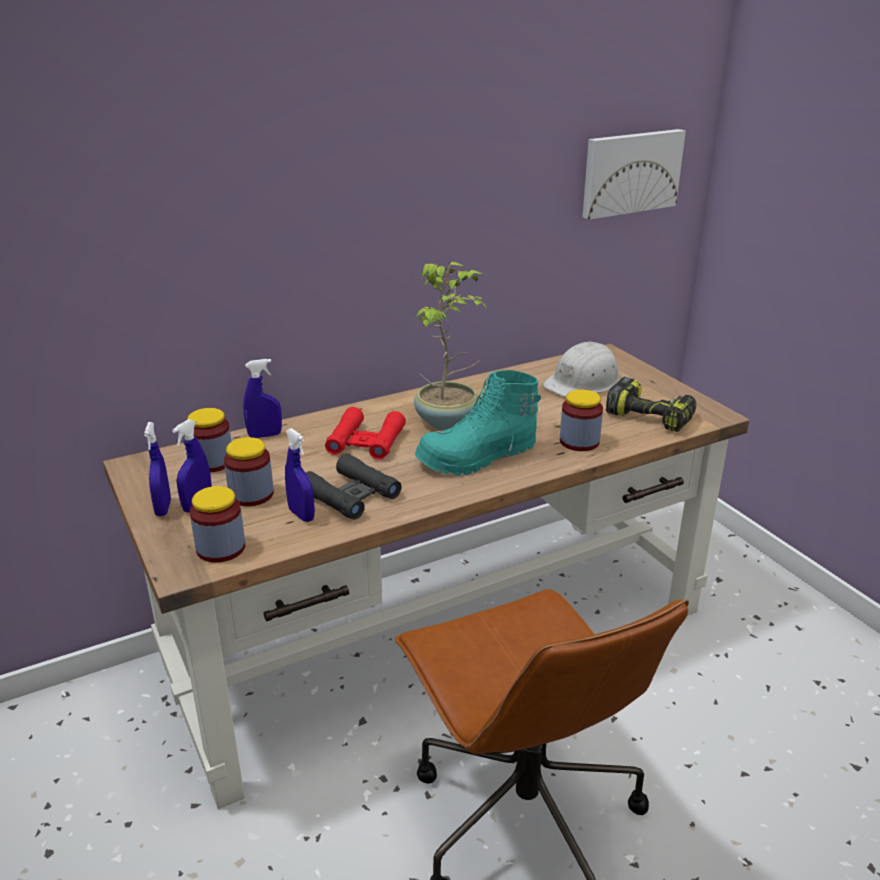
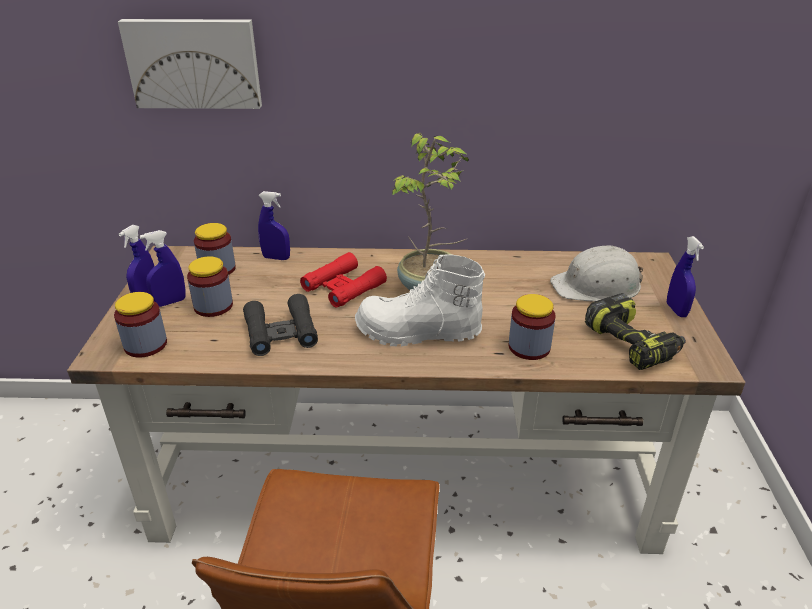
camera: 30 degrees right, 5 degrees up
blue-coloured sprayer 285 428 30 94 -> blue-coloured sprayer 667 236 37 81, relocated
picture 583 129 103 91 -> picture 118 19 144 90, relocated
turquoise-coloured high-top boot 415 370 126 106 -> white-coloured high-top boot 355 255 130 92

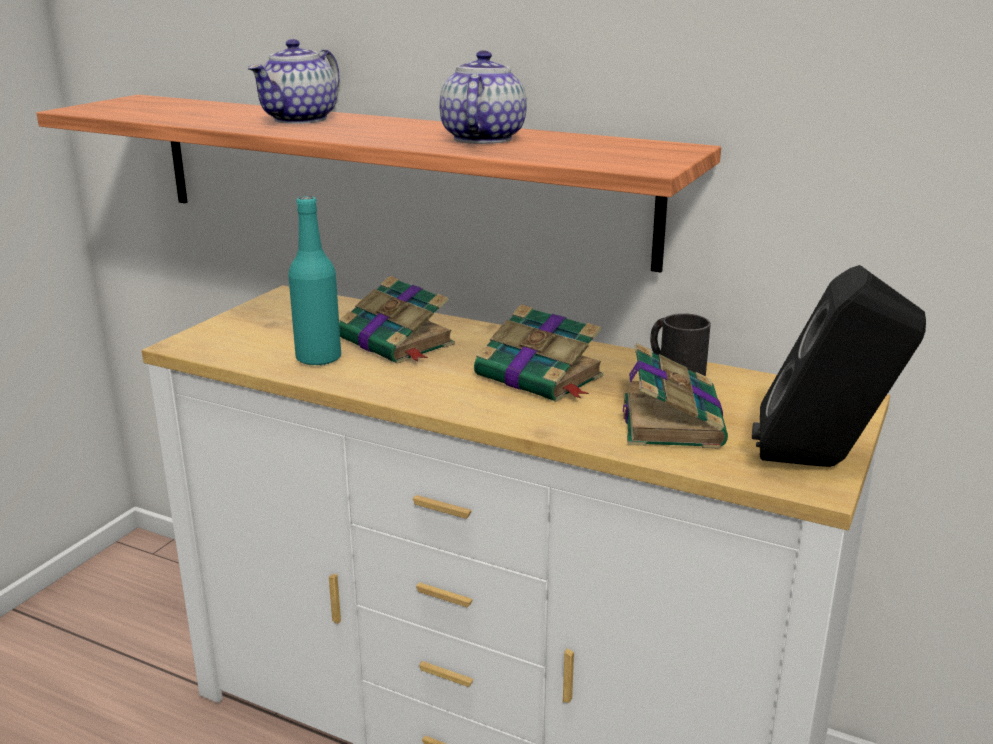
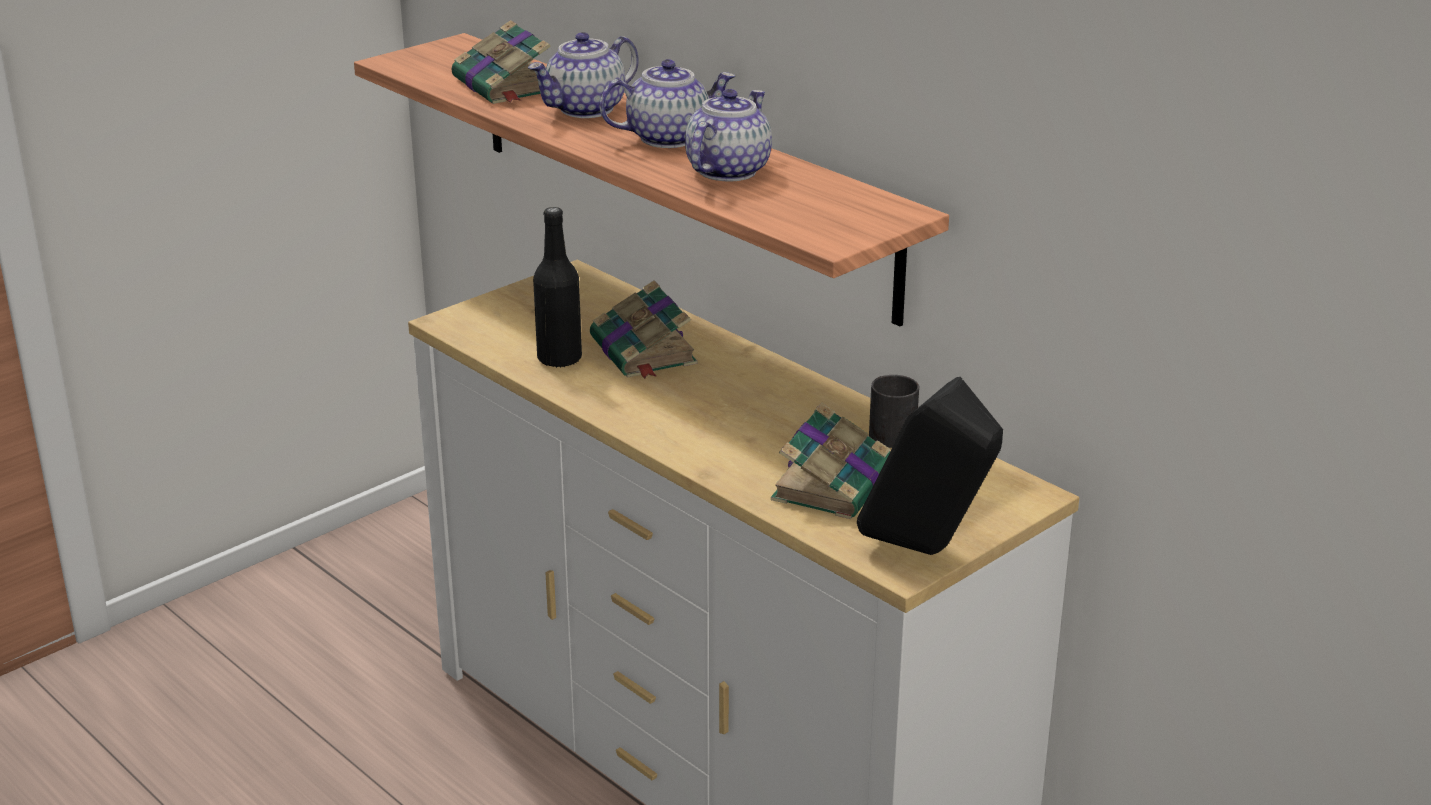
camera: 20 degrees right, 5 degrees up
none -> tea pot 600 59 135 89
volume 474 304 129 98 -> volume 452 20 99 84, relocated
turquoise-coloured bottle 288 196 53 170 -> black bottle 533 207 49 161

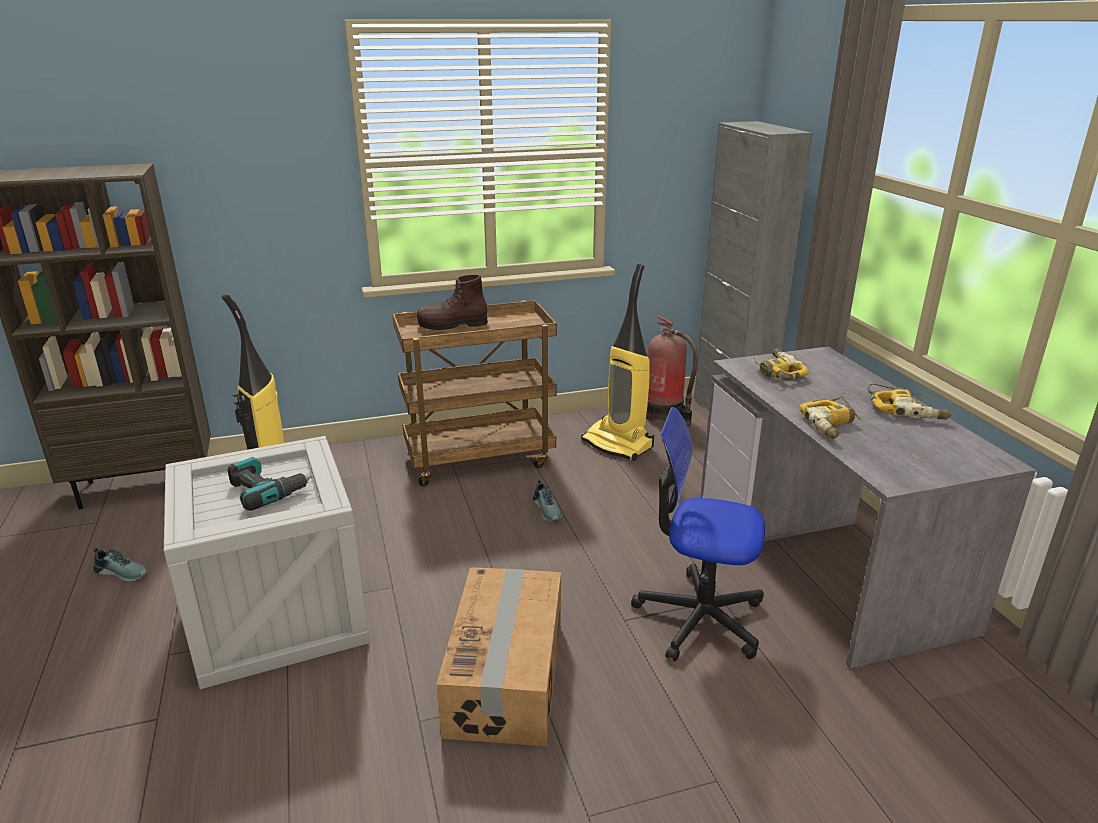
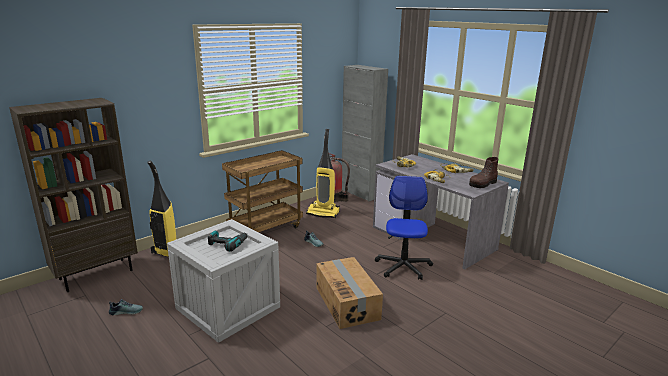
camera: 25 degrees left, 5 degrees down
brown-coloured high-top boot 417 275 71 55 -> brown-coloured high-top boot 469 157 29 31, relocated
office chair 631 407 134 254 -> office chair 375 176 58 104, 105 degrees clockwise

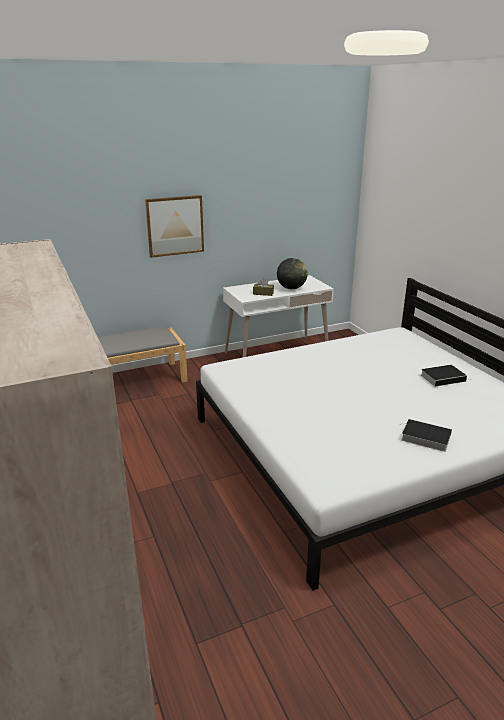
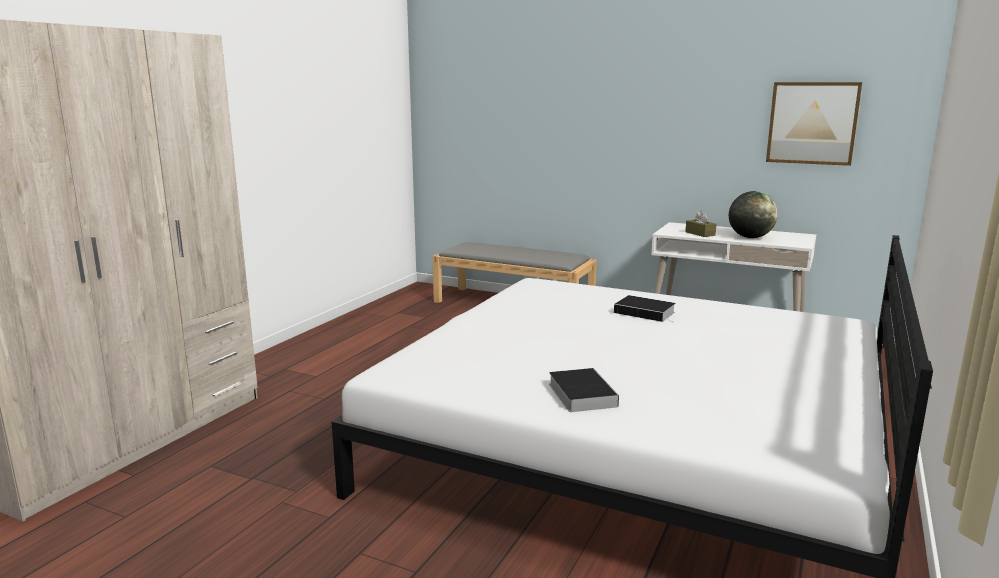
camera: 50 degrees right, 10 degrees down
picture 145 195 59 63 -> picture 766 82 96 84, relocated
volume 421 365 49 22 -> volume 614 295 62 28, relocated

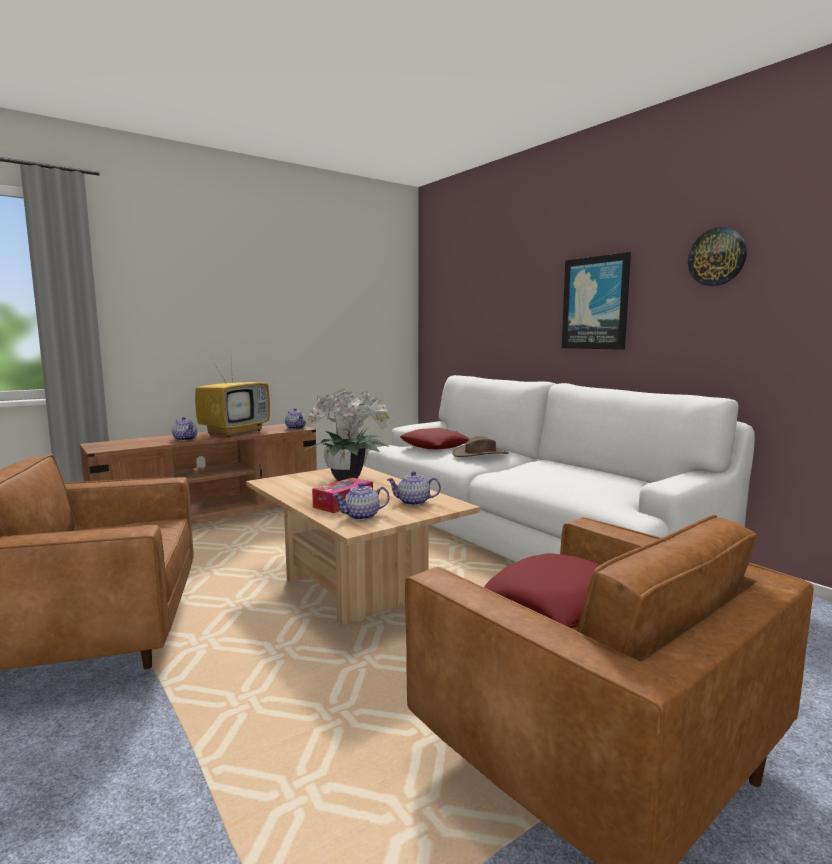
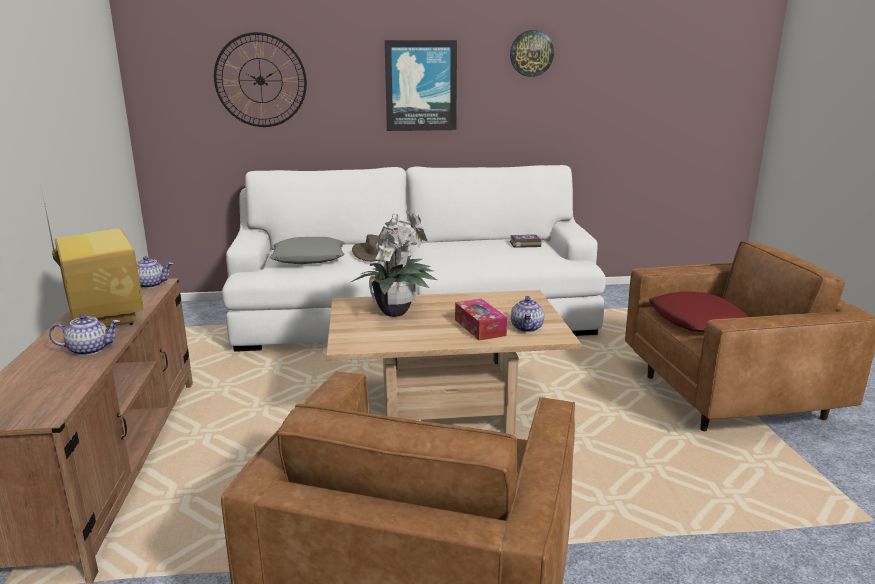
camera: 60 degrees left, 10 degrees up
tea pot 387 471 54 35 -> none
none -> hanging clock 214 32 93 95
none -> volume 510 235 31 13
reddish cushion 400 428 70 21 -> greyish cushion 270 237 75 27

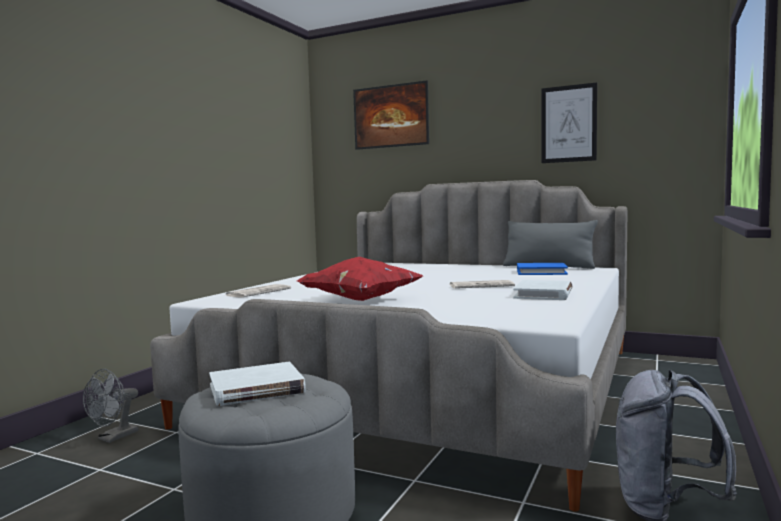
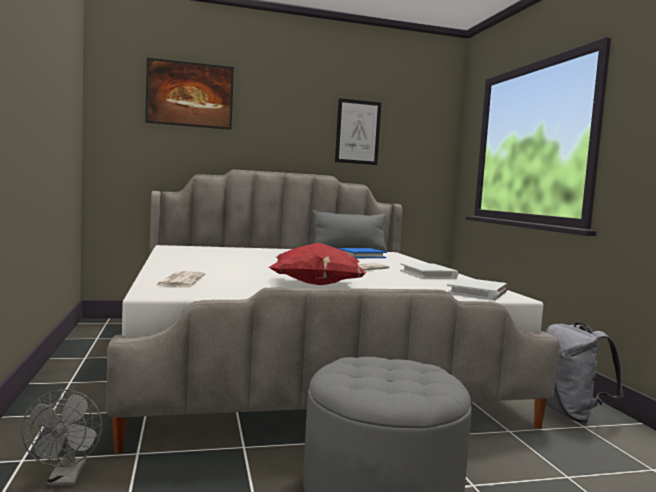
camera: 40 degrees left, 0 degrees up
white-coloured volume 209 362 97 44 -> white-coloured volume 447 277 61 23, relocated

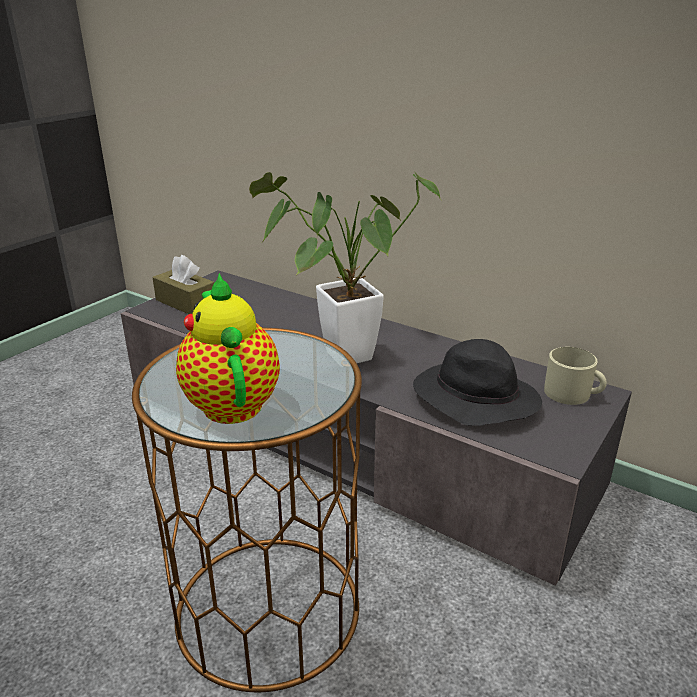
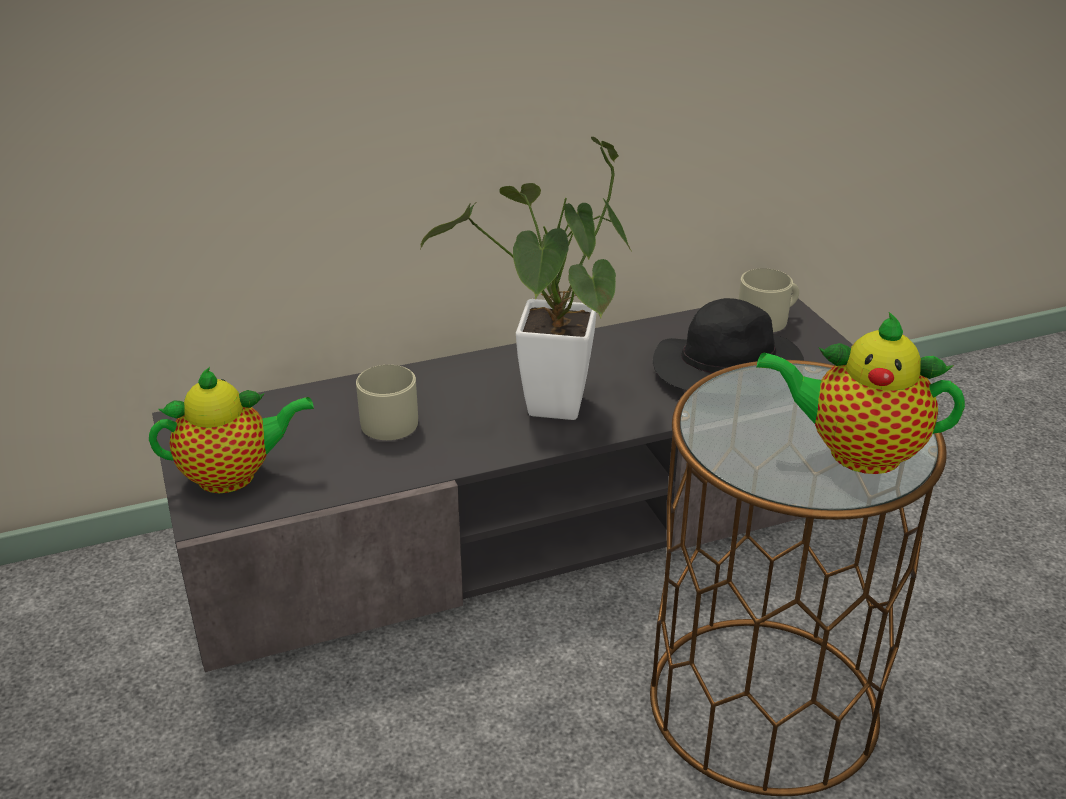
camera: 55 degrees left, 5 degrees up
none -> beige tea mug 356 365 62 75
brown-coloured tissue box 152 255 63 59 -> tea pot 149 367 165 126

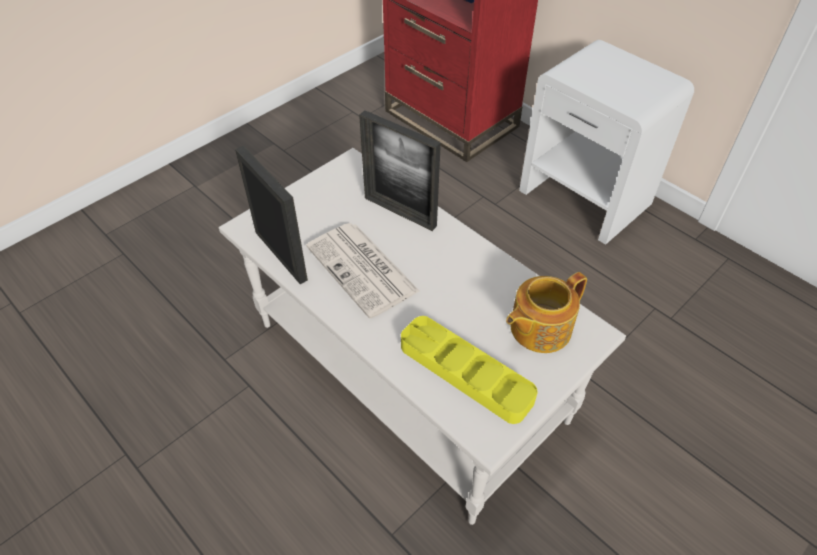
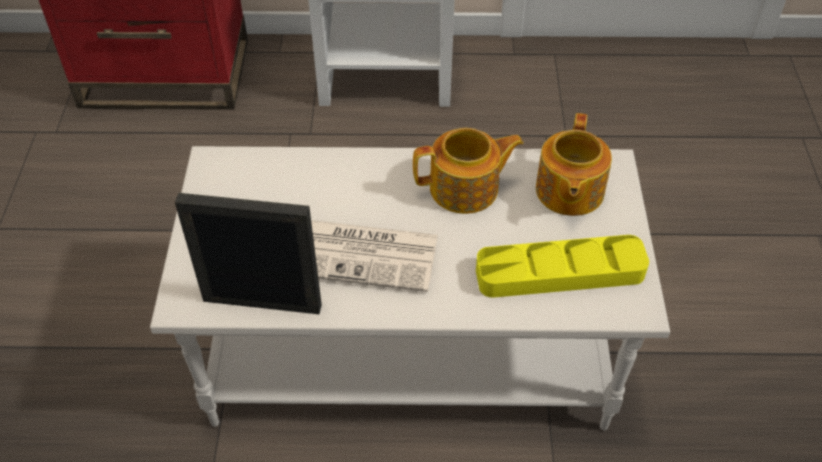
camera: 45 degrees left, 0 degrees up
standing frame 359 110 82 121 -> none
none -> tea pot 413 128 111 86

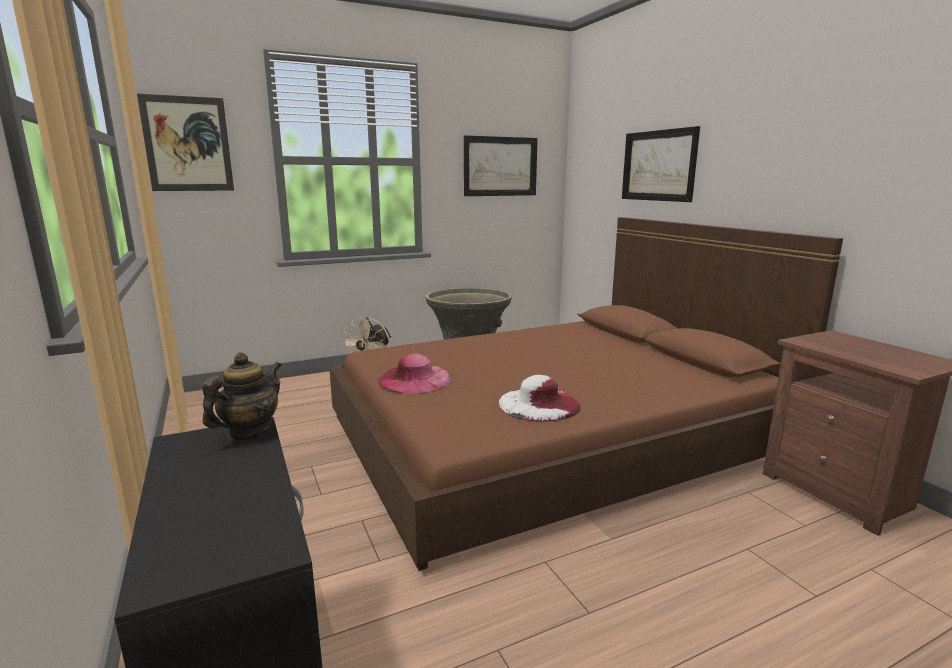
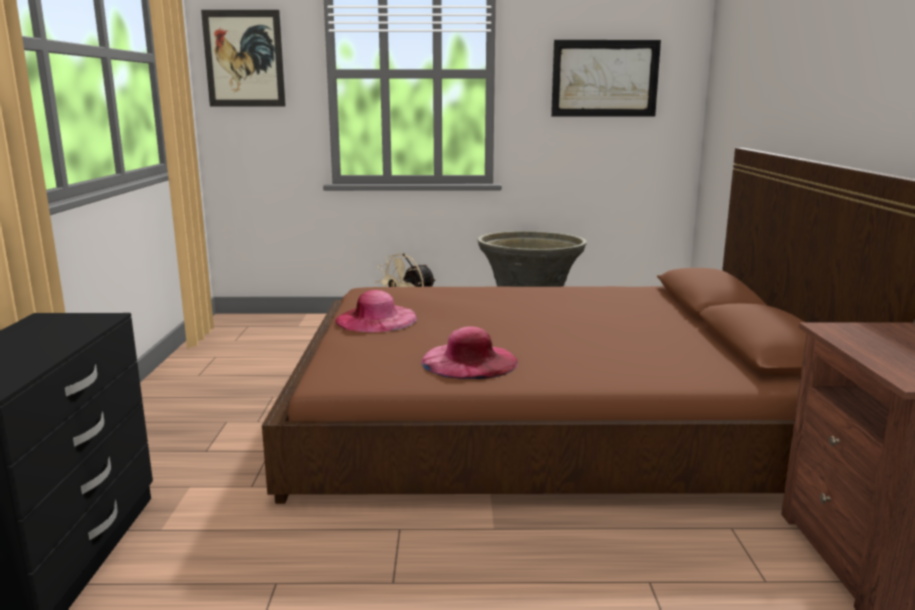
camera: 25 degrees right, 0 degrees up
tea pot 202 352 80 88 -> none
picture 622 126 78 76 -> none
white-coloured clothing hat 499 375 82 47 -> pink-coloured clothing hat 421 326 97 53

